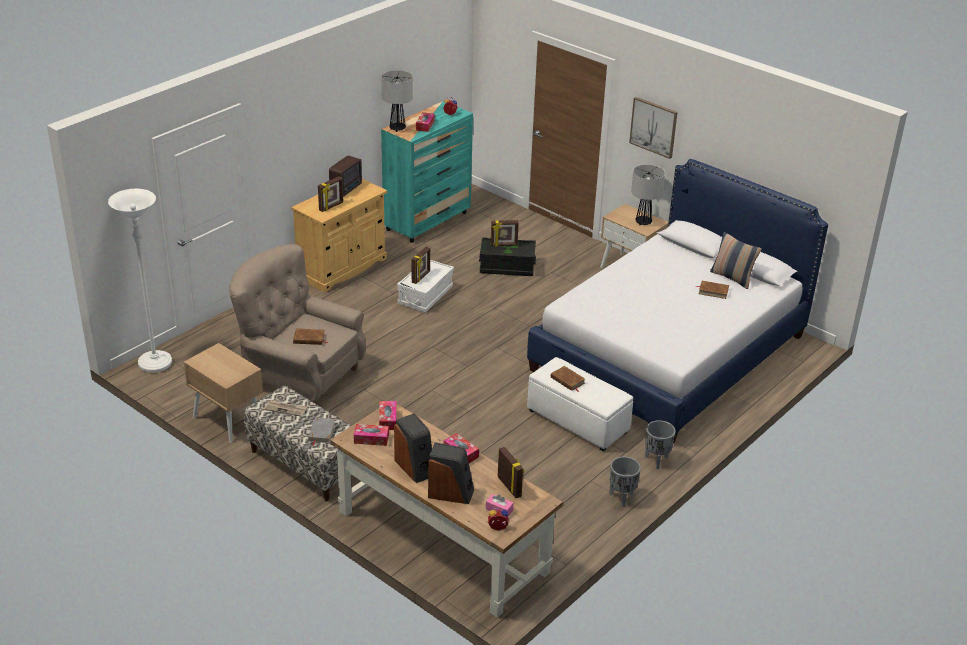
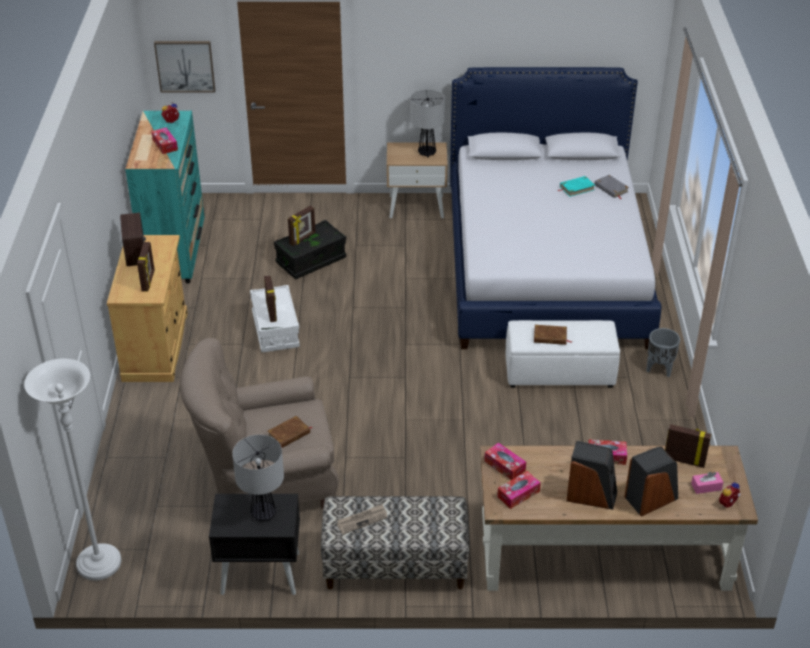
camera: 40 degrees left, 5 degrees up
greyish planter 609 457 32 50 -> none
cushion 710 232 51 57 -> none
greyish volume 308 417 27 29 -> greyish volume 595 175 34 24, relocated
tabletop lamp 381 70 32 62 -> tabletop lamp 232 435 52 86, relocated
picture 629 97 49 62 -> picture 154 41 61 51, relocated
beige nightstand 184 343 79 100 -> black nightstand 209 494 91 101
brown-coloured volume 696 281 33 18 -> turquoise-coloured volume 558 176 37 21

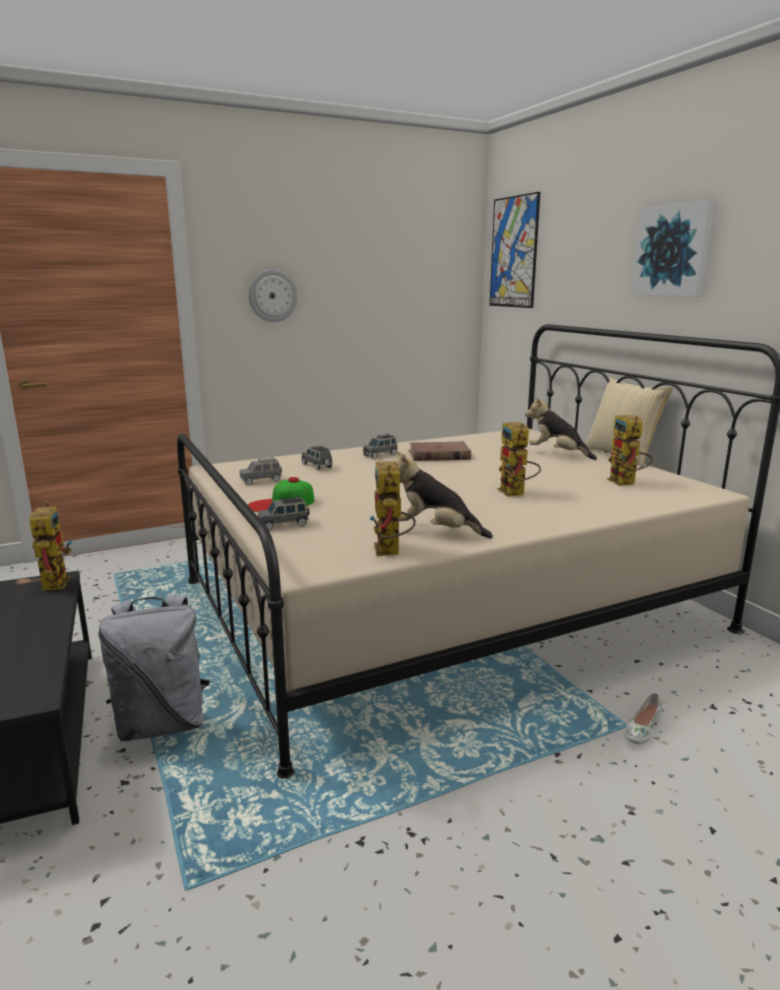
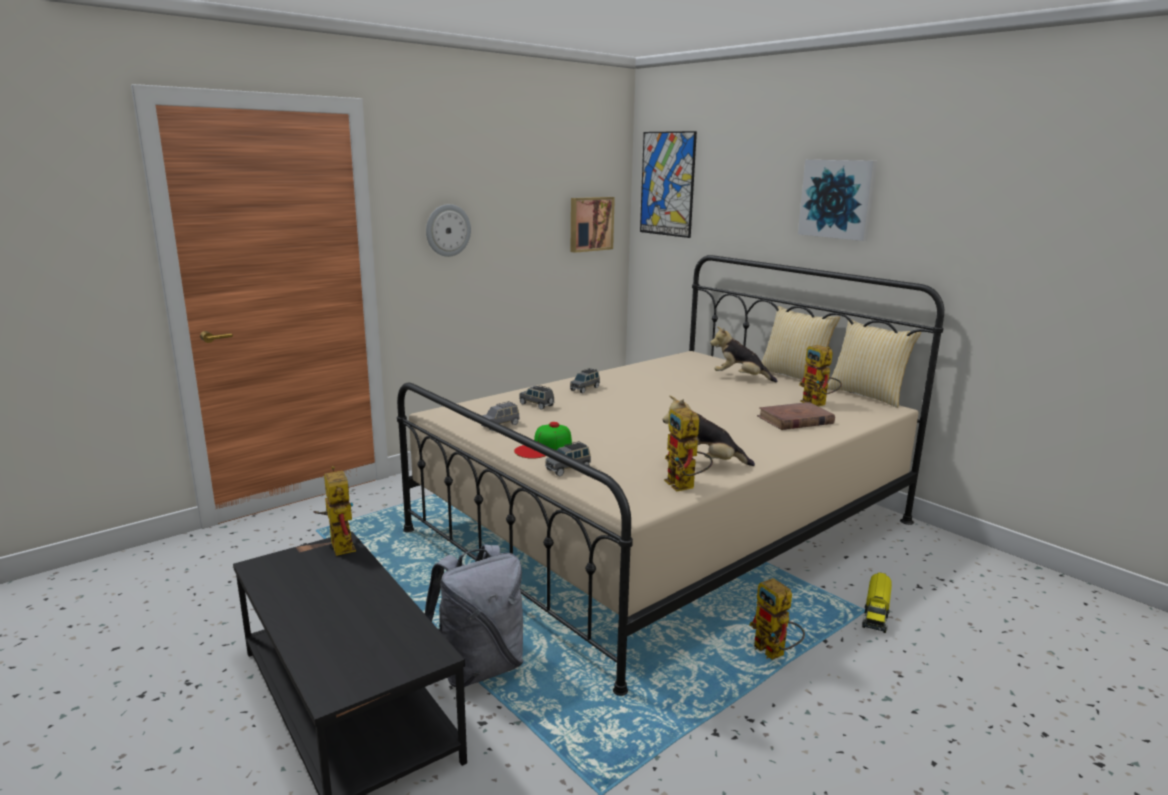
camera: 15 degrees left, 0 degrees up
none -> picture 571 197 44 56
none -> cushion 827 319 94 89
brown-coloured volume 408 442 63 19 -> brown-coloured volume 757 402 78 28, relocated
model robot 497 422 44 75 -> model robot 750 578 55 82, relocated
white-coloured item of footwear 625 693 37 52 -> model truck 862 572 30 61

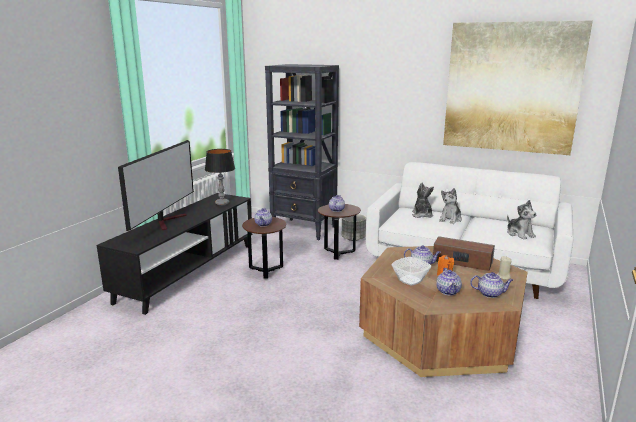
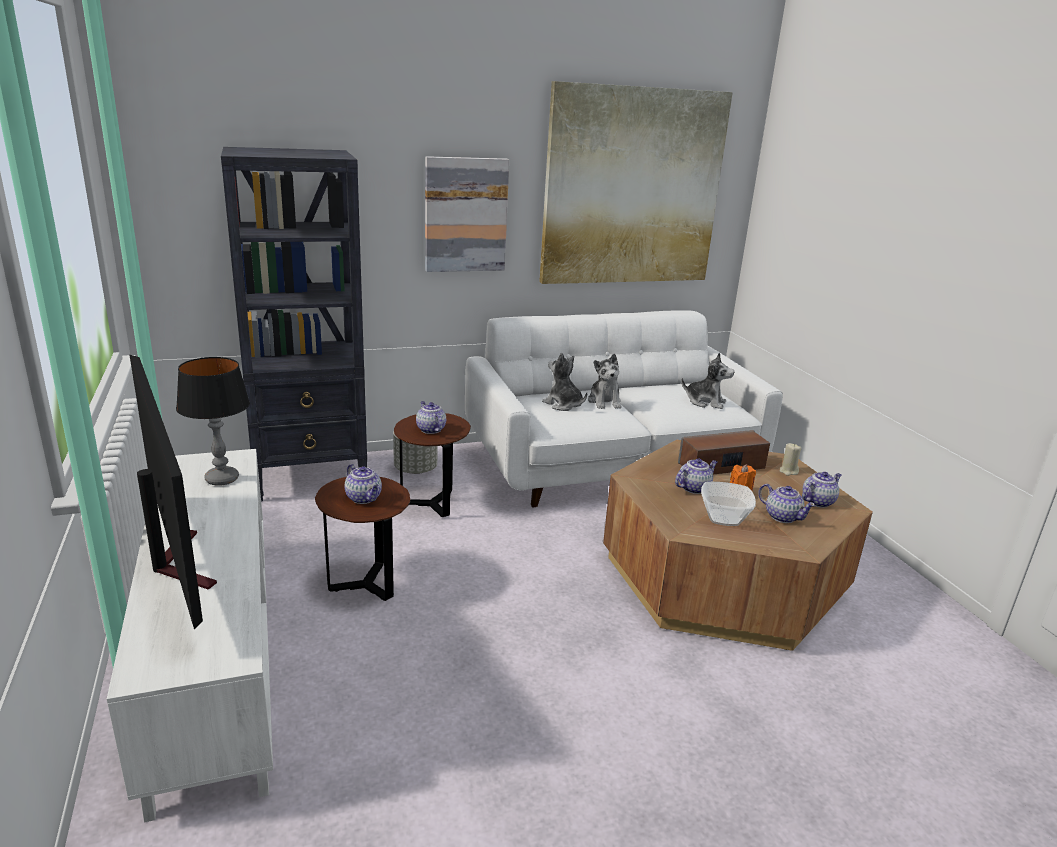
camera: 45 degrees left, 5 degrees up
none -> picture 425 156 84 116
black media console 97 193 155 122 -> white-coloured media console 107 449 166 373

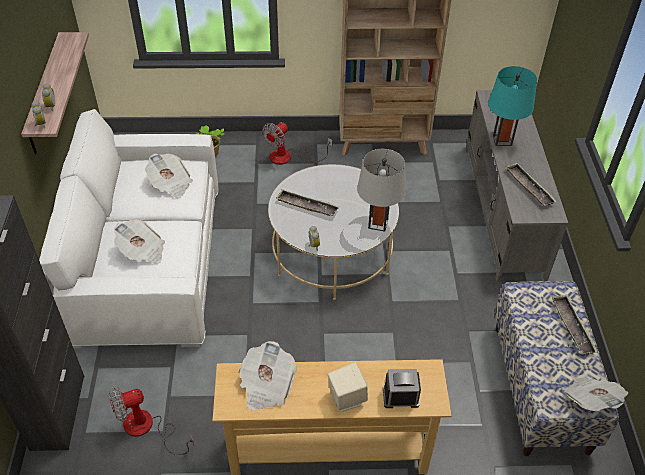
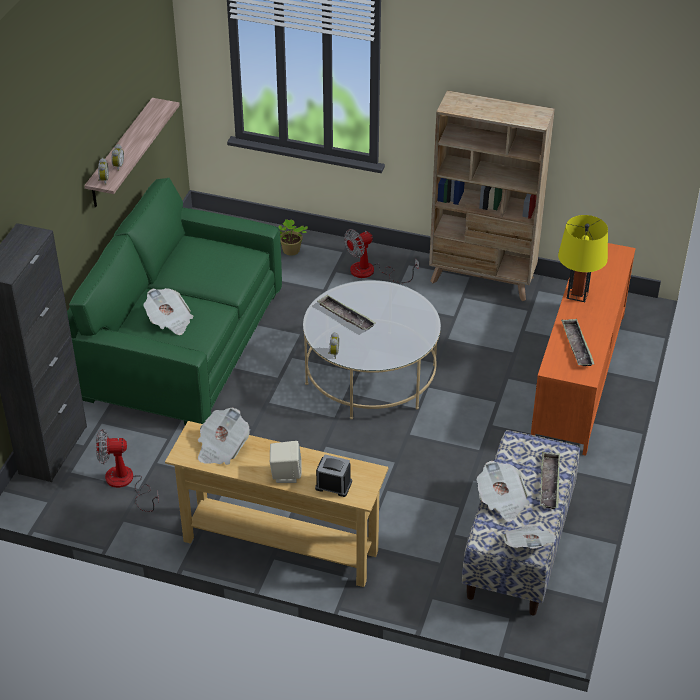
camera: 20 degrees right, 5 degrees down
greyish tabletop lamp 357 149 49 82 -> none
newspaper 145 154 48 44 -> newspaper 477 461 52 61, relocated
white-coloured sofa 39 109 179 240 -> greenish sofa 67 178 215 247
greyish media console 466 90 102 192 -> orange-coloured media console 531 243 105 213
turquoise-coloured tabletop lamp 488 66 49 80 -> yellowish tabletop lamp 558 215 50 87

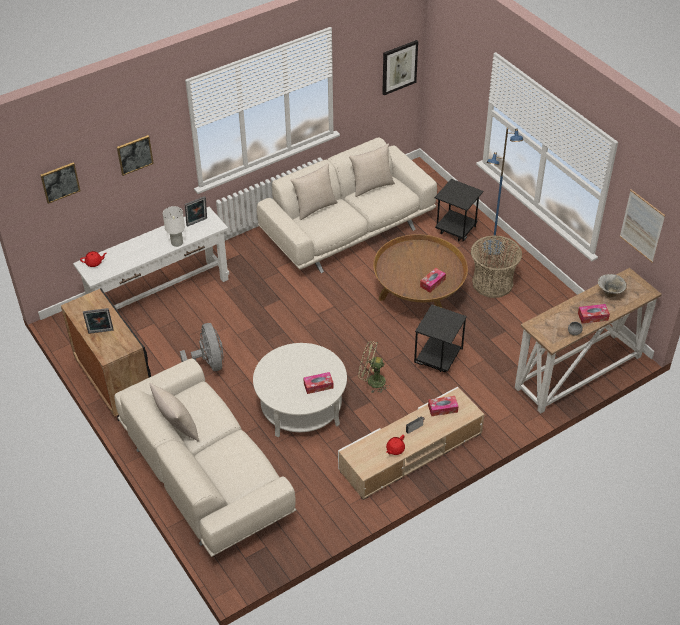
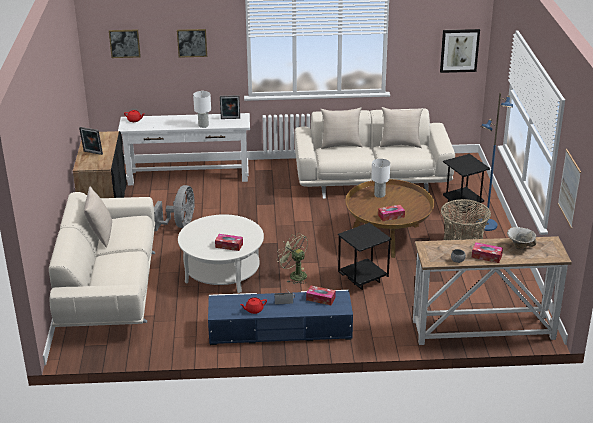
camera: 30 degrees right, 15 degrees down
none -> white-coloured tabletop lamp 371 159 19 39
beige media console 338 387 146 113 -> blue-coloured media console 208 290 145 55

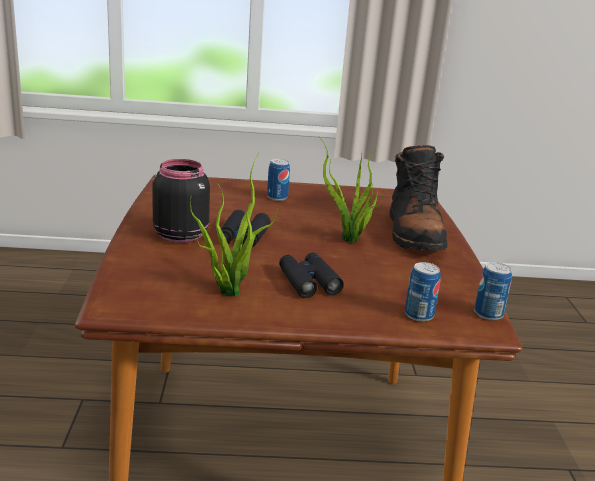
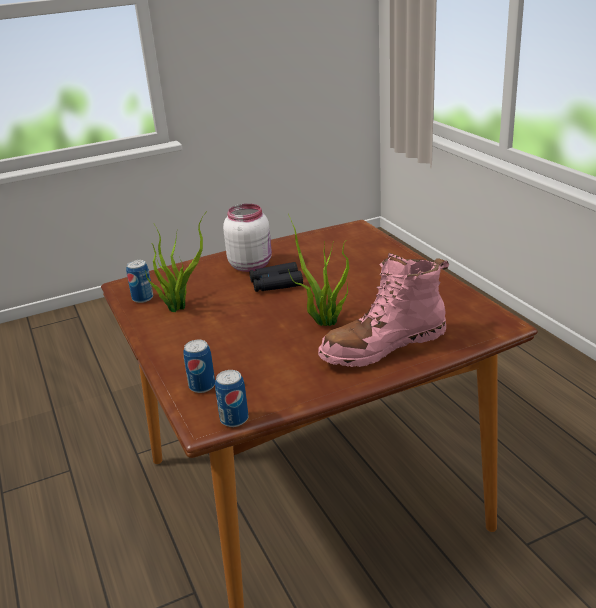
camera: 70 degrees right, 5 degrees up
black pair of binoculars 279 253 65 45 -> none
sealed can 267 159 23 42 -> sealed can 126 260 27 43, relocated
black jar 152 159 58 84 -> white-coloured jar 223 204 49 68
black high-top boot 389 145 58 105 -> pink-coloured high-top boot 318 253 131 114

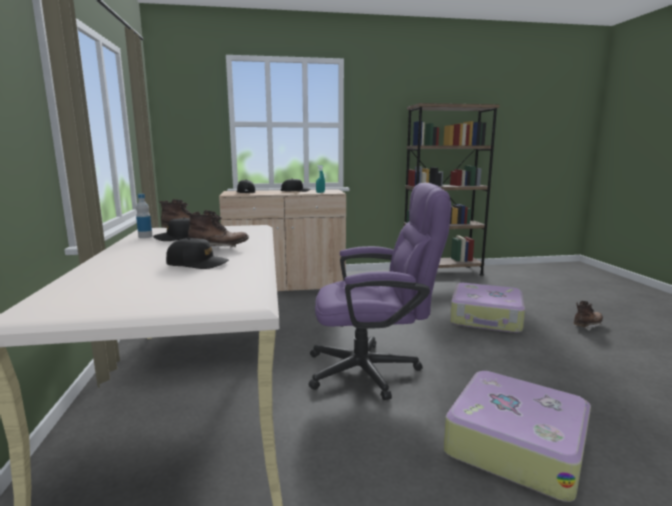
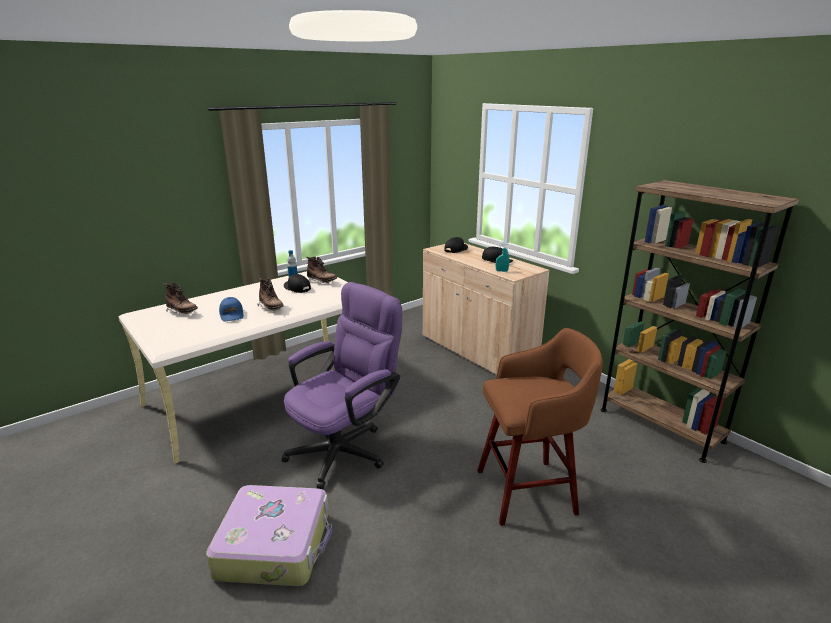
camera: 60 degrees right, 10 degrees up
brown-coloured high-top boot 573 301 30 30 -> brown-coloured high-top boot 164 283 34 31, relocated
travel case 450 283 75 50 -> brown-coloured sitting stool 477 328 126 198
black baseball cap 166 238 63 31 -> blue-coloured baseball cap 219 297 25 24
purple office chair 308 183 143 217 -> purple office chair 282 282 120 207, 105 degrees counterclockwise

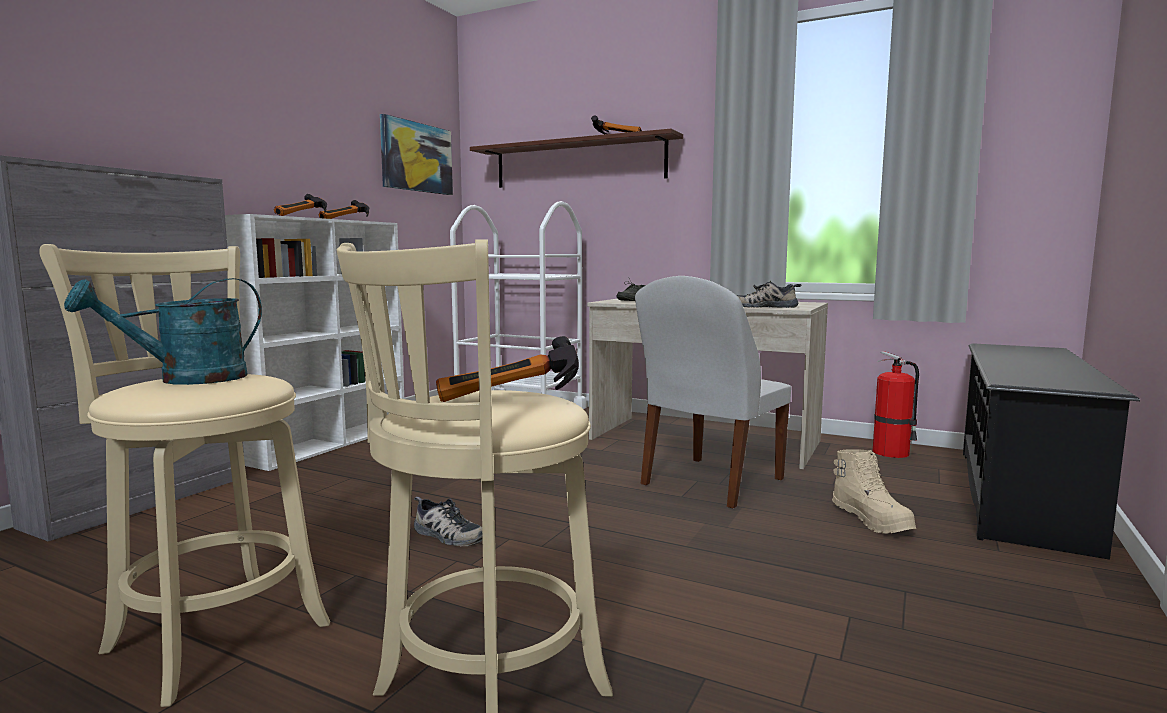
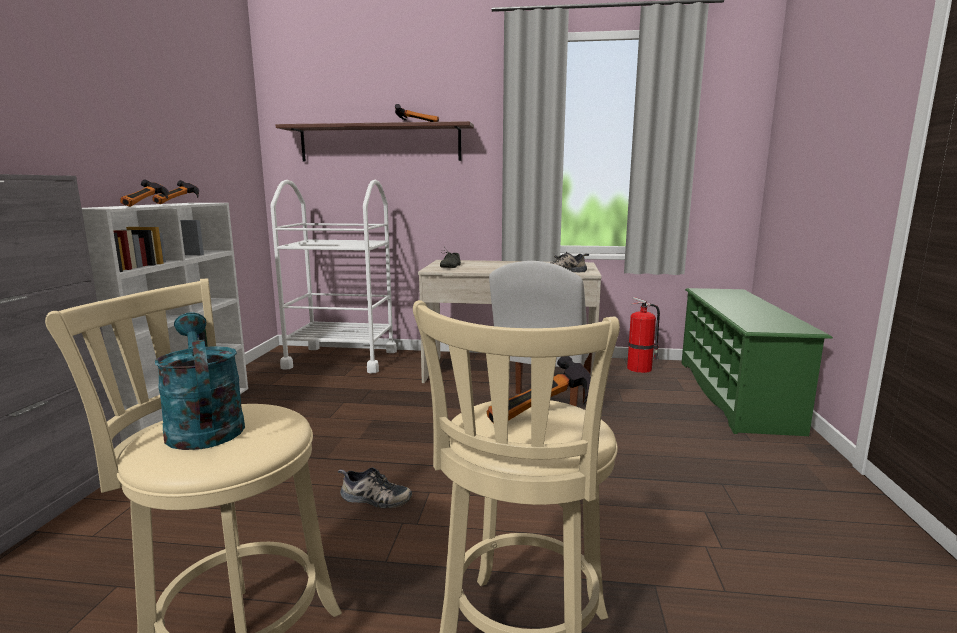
camera: 20 degrees left, 5 degrees up
picture 380 114 73 81 -> none
beige high-top boot 832 449 84 85 -> none
black shoe stand 963 343 177 217 -> greenish shoe stand 681 288 152 148
turquoise-coloured sprinkling can 64 278 198 107 -> turquoise-coloured sprinkling can 155 312 90 138, 120 degrees clockwise

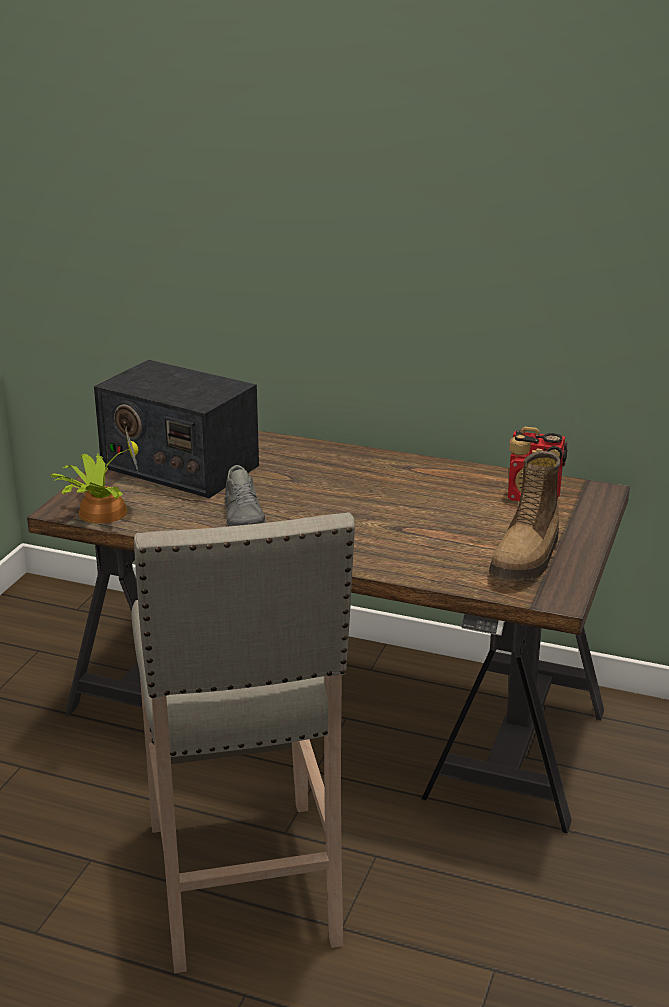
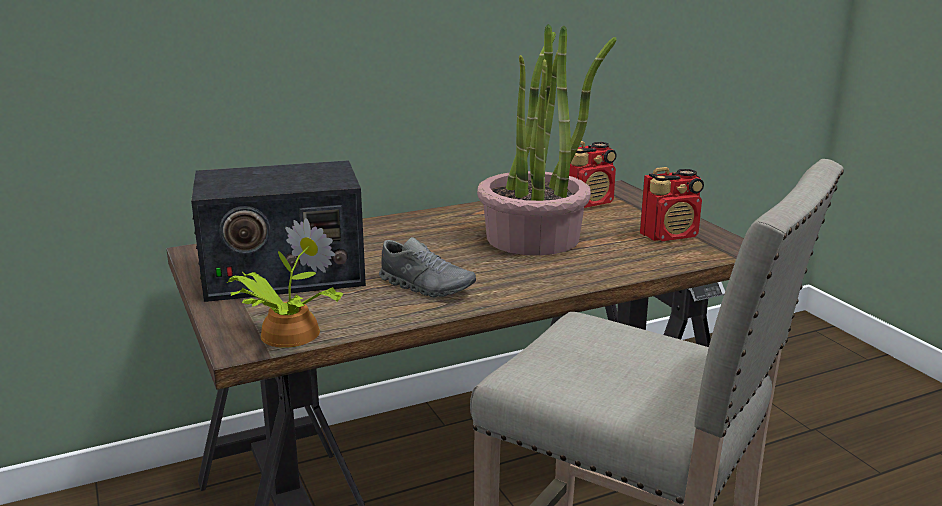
camera: 45 degrees left, 5 degrees down
none -> houseplant 477 24 139 232
high-top boot 489 451 72 130 -> radio 640 167 64 74

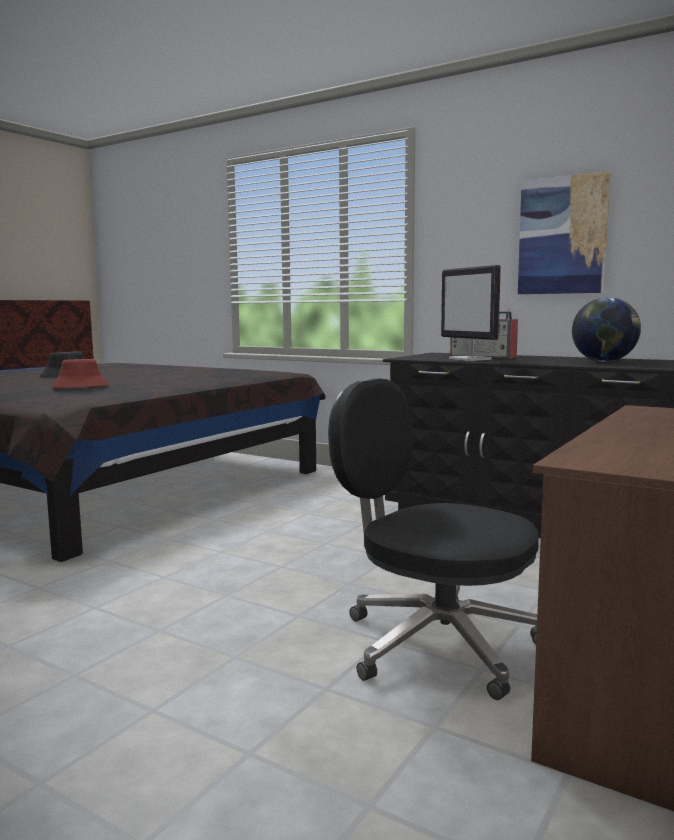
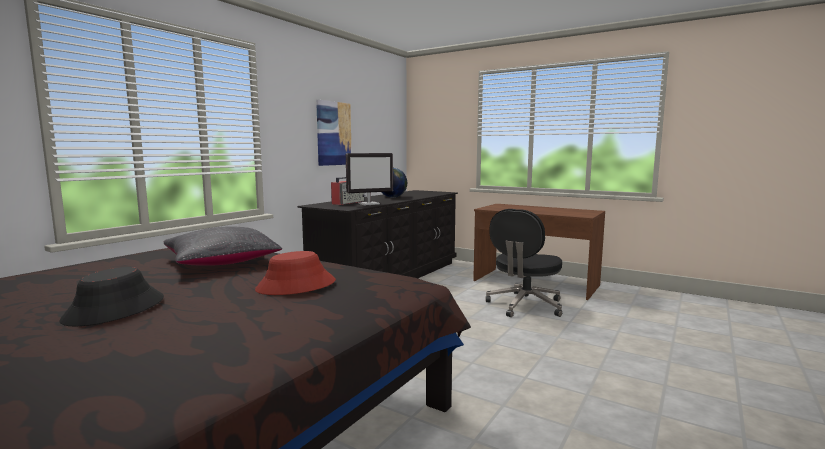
camera: 90 degrees left, 0 degrees up
none -> black cushion 164 227 118 39

